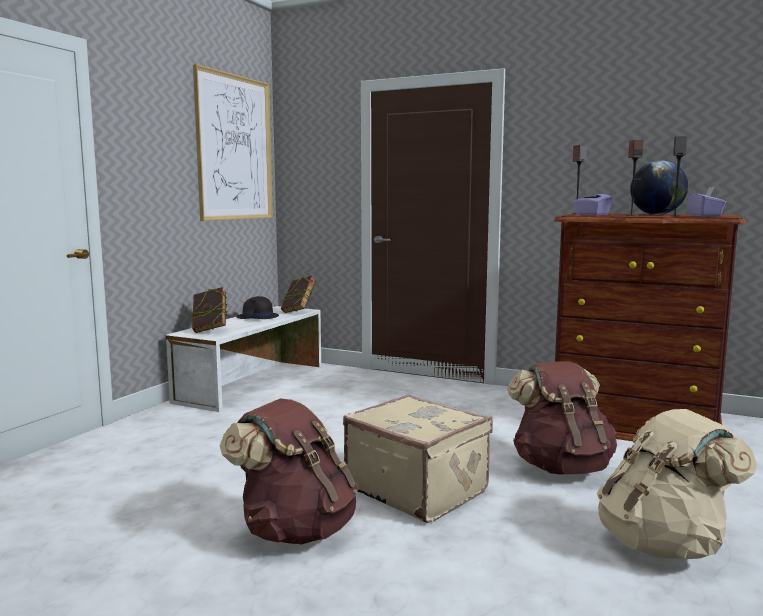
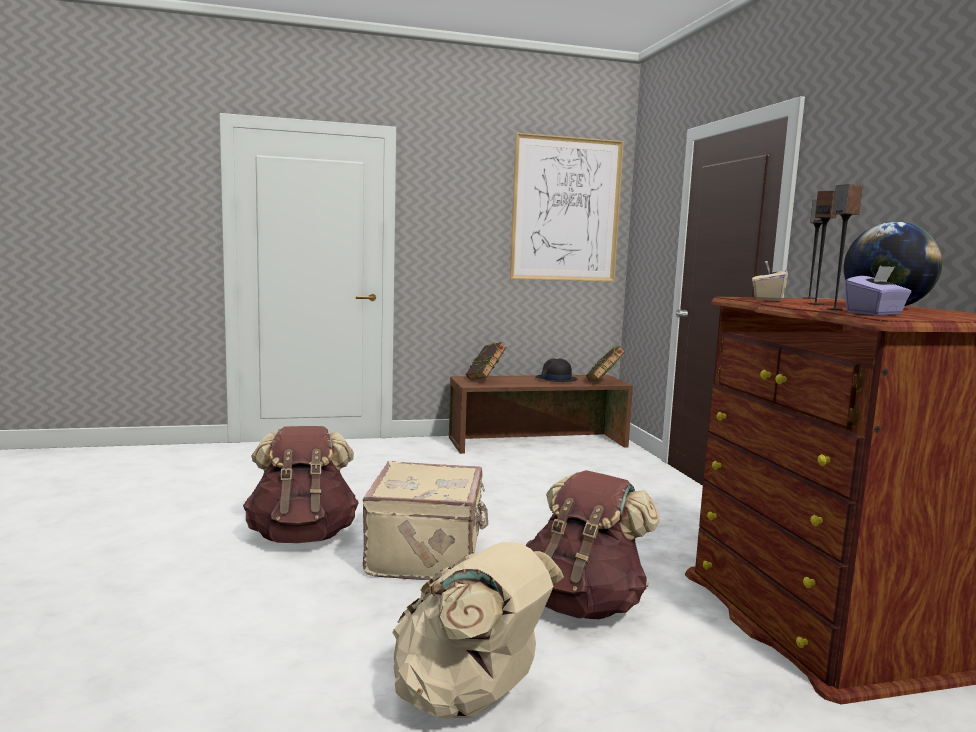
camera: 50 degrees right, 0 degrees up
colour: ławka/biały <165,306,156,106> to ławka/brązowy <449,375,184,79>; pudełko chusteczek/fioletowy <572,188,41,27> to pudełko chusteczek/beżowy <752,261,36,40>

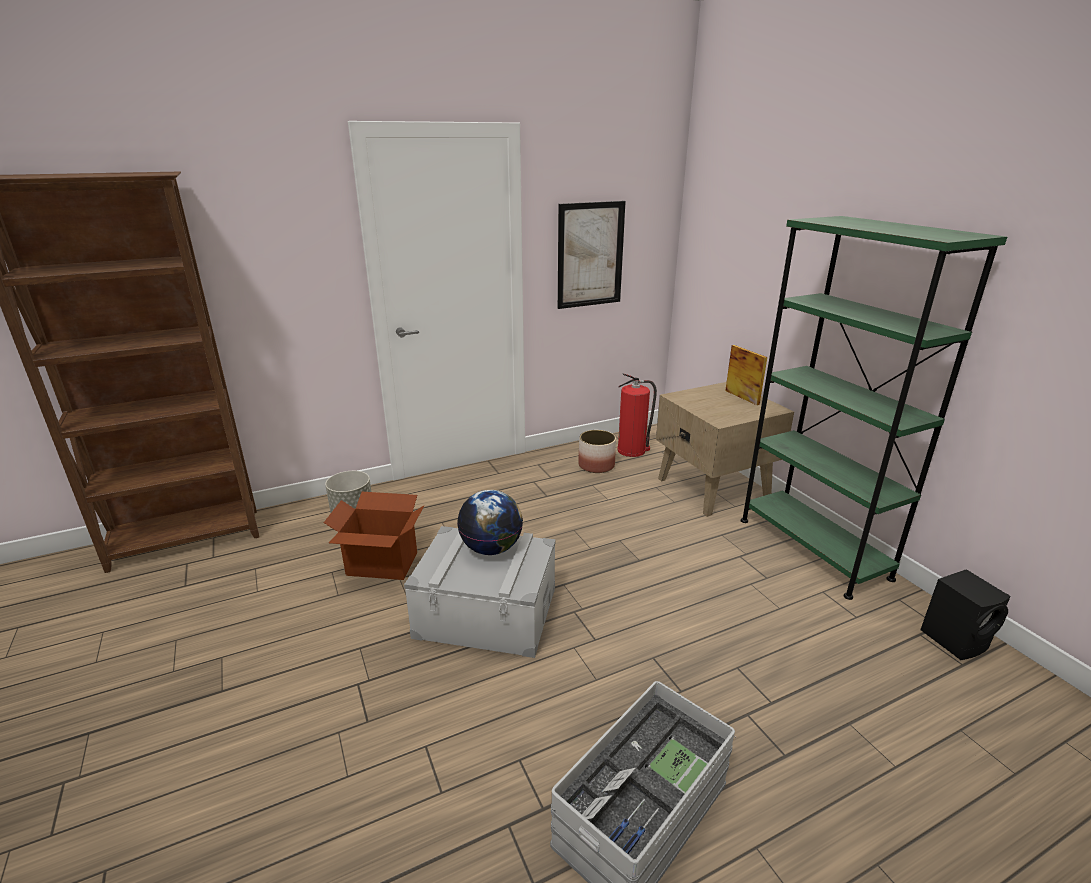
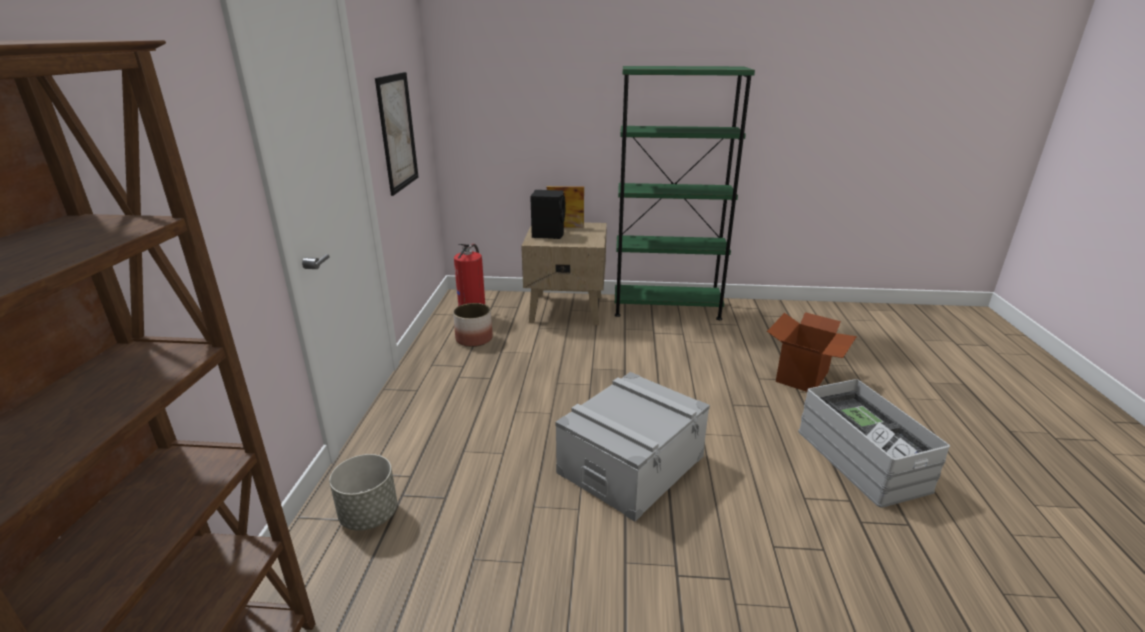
camera: 60 degrees left, 0 degrees up
missing: globus <457,490,66,65>
relocated: głośnik/czarny <920,569,91,91> to <530,190,35,49>; karton <324,492,101,88> to <767,312,90,80>

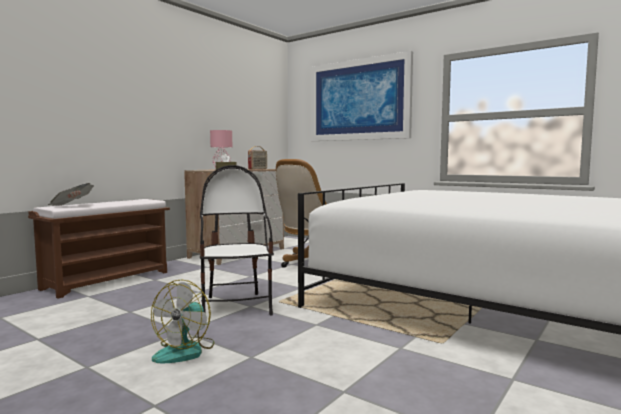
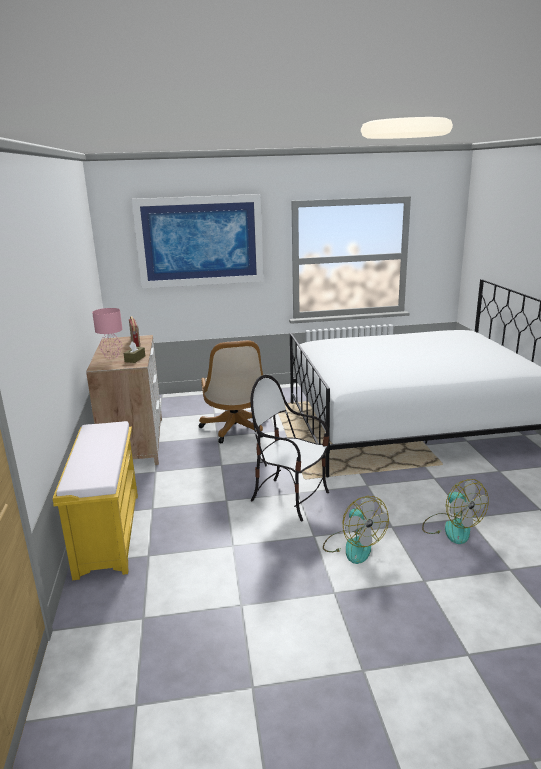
camera: 45 degrees left, 15 degrees up
missing: gazeta <48,183,46,23>
appeared: wentylator <422,479,67,65>
colour: ławka/brązowy <28,199,142,99> to ławka/żółty <52,421,86,159>

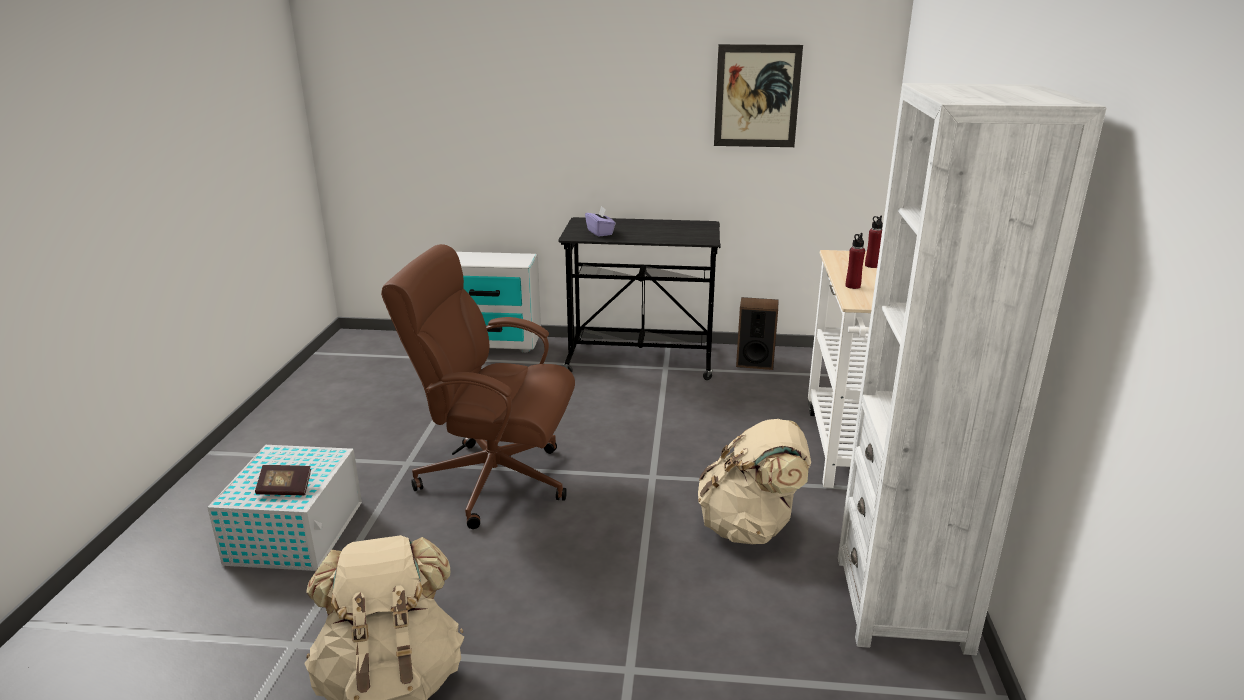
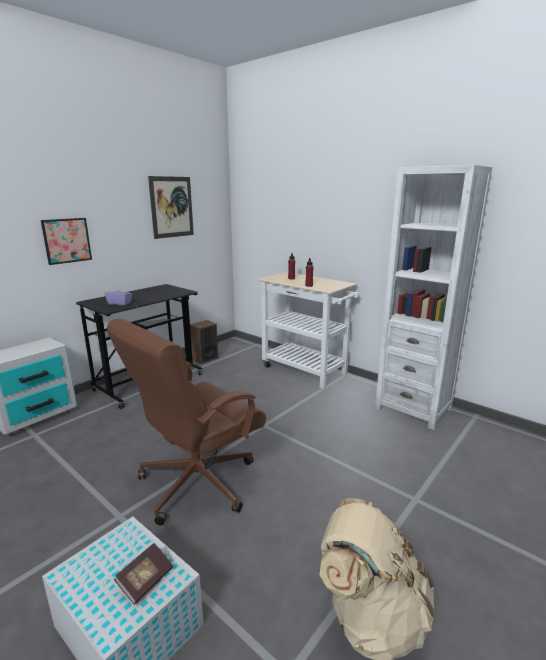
camera: 55 degrees left, 5 degrees down
missing: plecak/beżowy <698,419,113,125>
appeared: obraz <41,218,51,47>

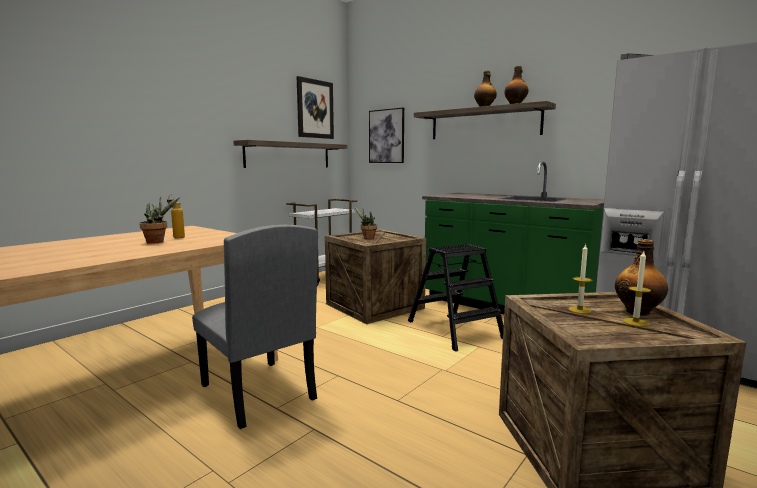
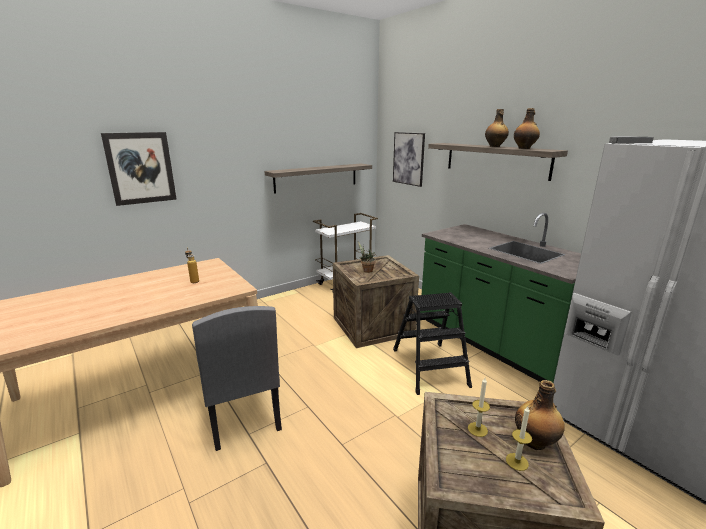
camera: 15 degrees right, 10 degrees up
missing: roślina doniczkowa <139,196,41,48>
relocated: obraz <297,76,37,63> to <101,132,76,74>

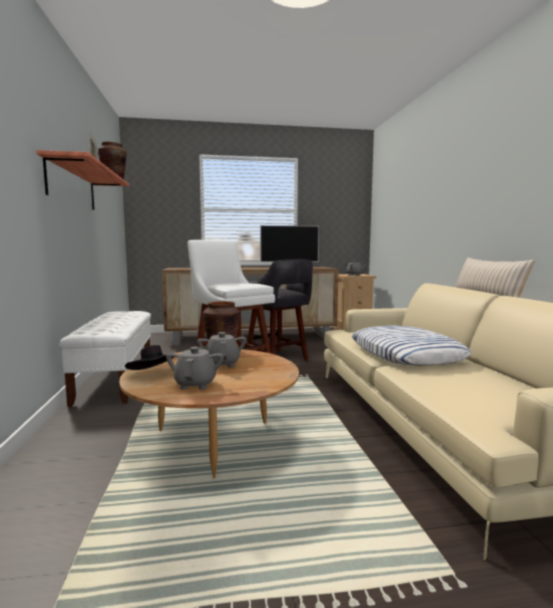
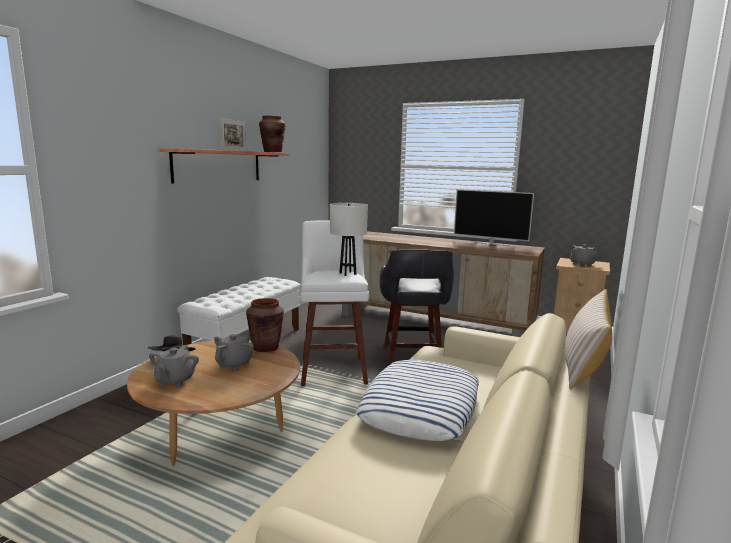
camera: 35 degrees right, 5 degrees up
appeared: lampa stołowa/biały <330,203,38,73>
spun: imbryk/szary <166,347,58,42> = <149,345,50,42> 150 degrees clockwise

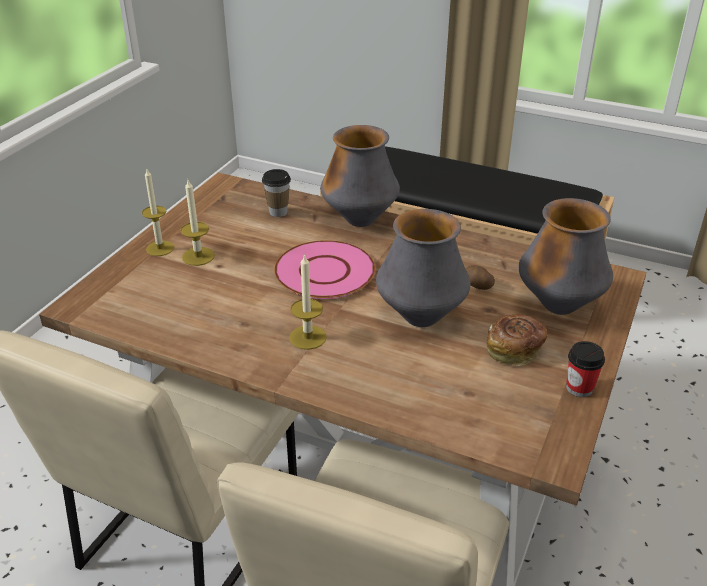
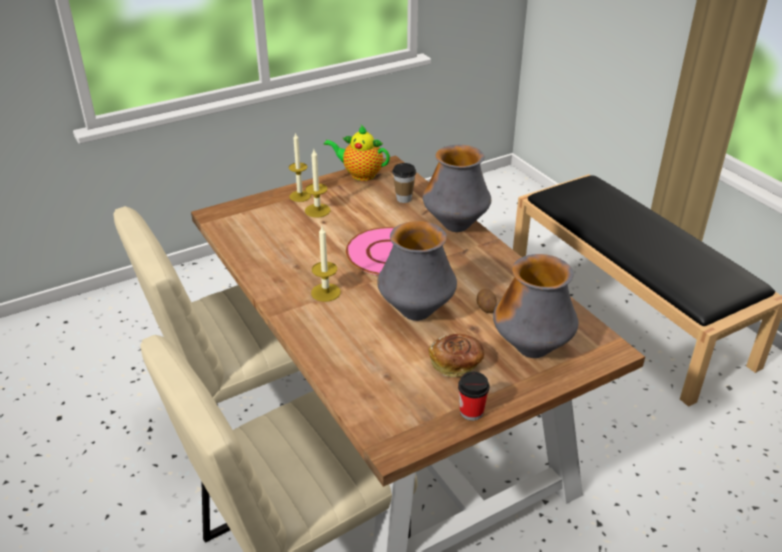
camera: 35 degrees right, 0 degrees up
appeared: imbryk <324,125,66,56>

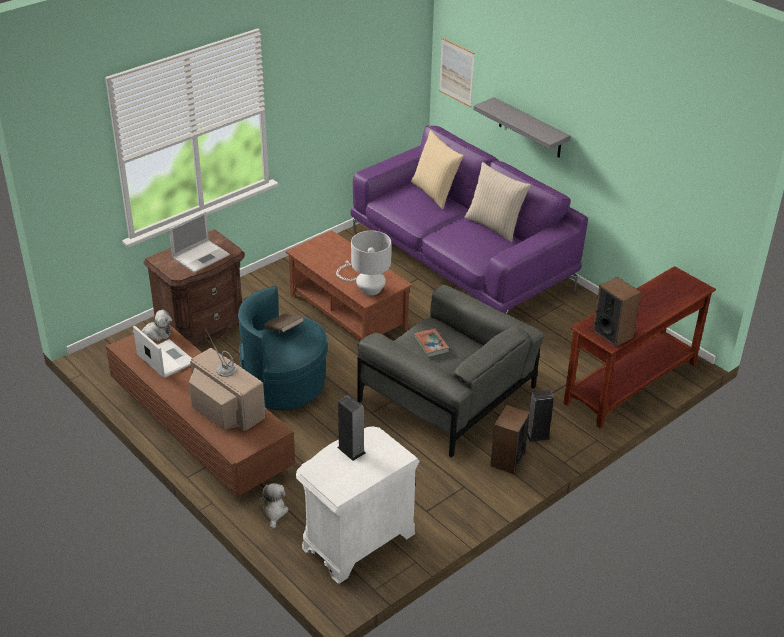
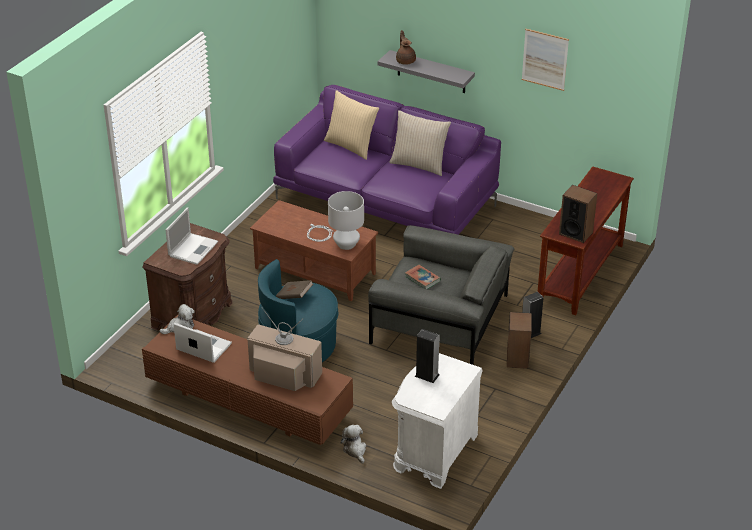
camera: 20 degrees left, 0 degrees up
appeared: imbryk/brązowy <396,30,20,35>
relocated: obraz <439,38,36,69> to <522,29,47,62>

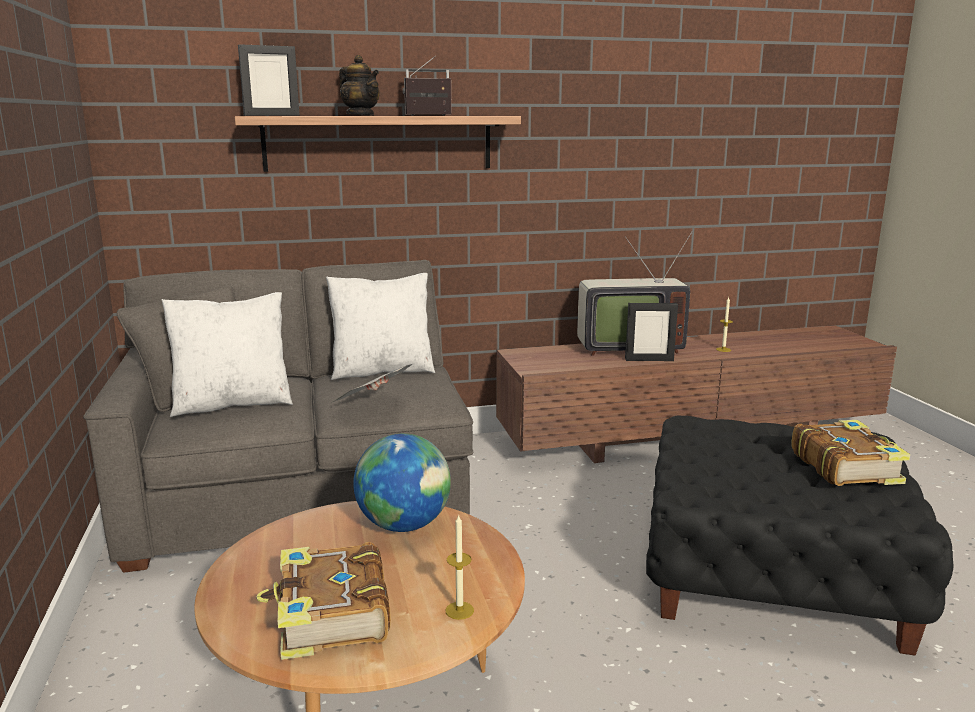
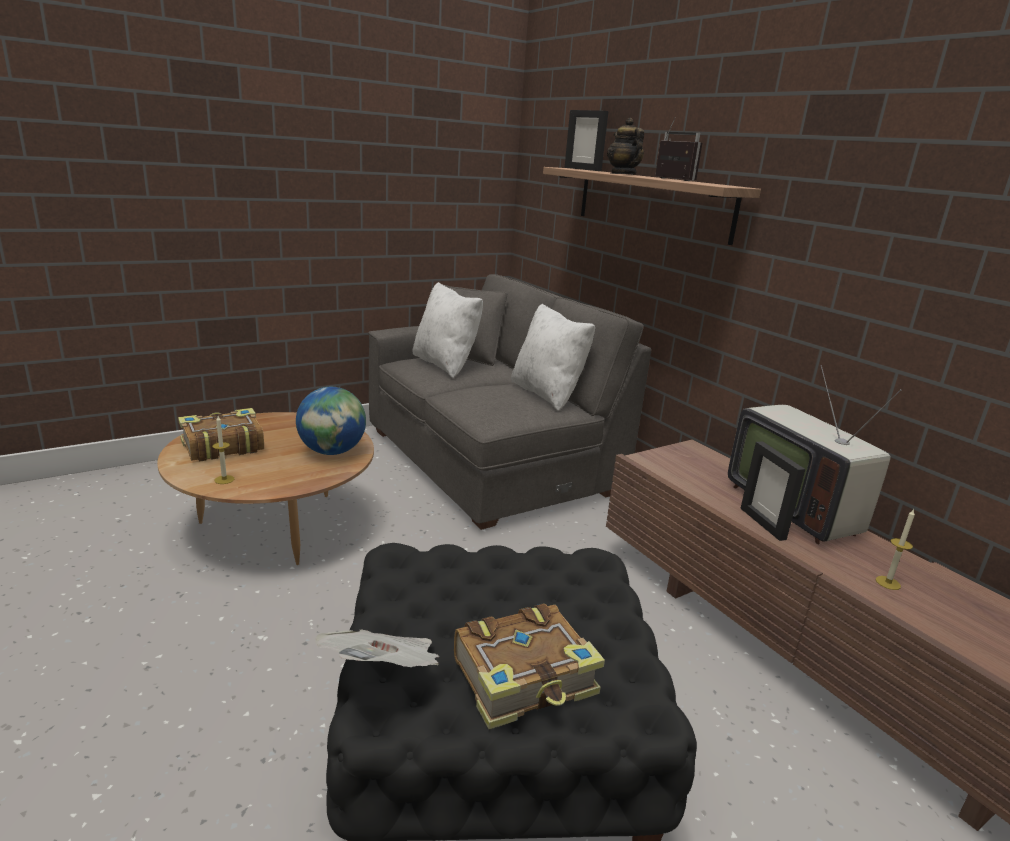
camera: 70 degrees right, 5 degrees up
relocated: gazeta <331,364,81,39> to <316,629,123,38>
spun: imbryk <339,55,41,61> = <607,118,37,56> 135 degrees clockwise

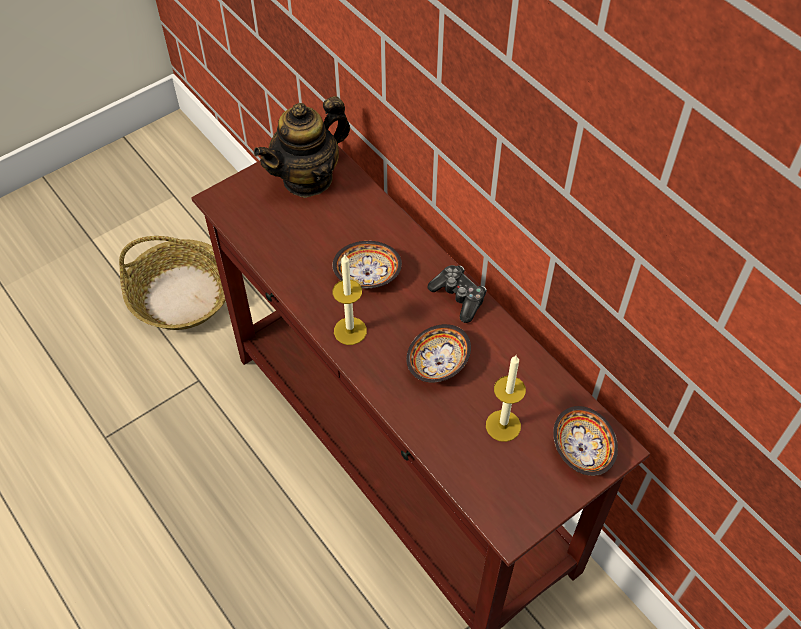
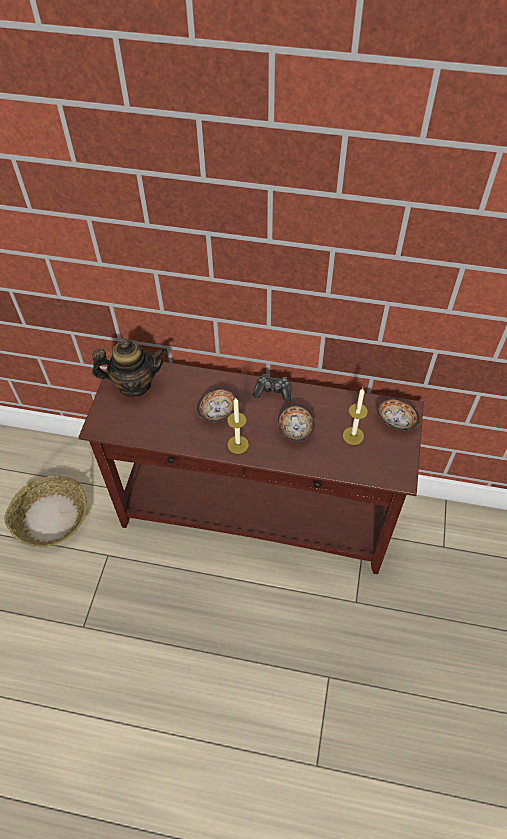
camera: 40 degrees left, 0 degrees up
spun: imbryk <254,96,96,102> = <92,339,74,58> 105 degrees counterclockwise

